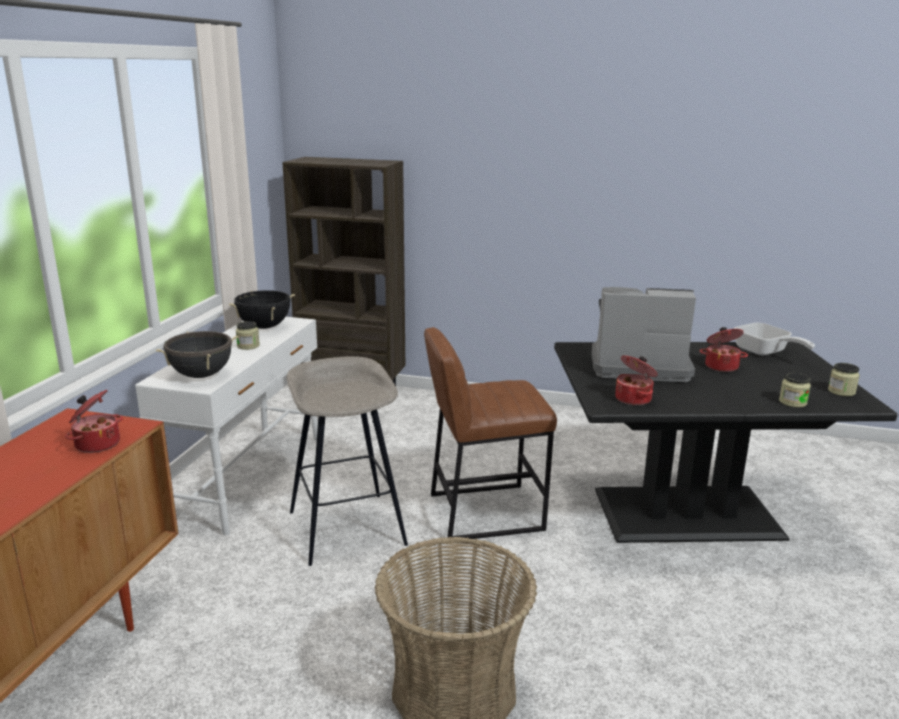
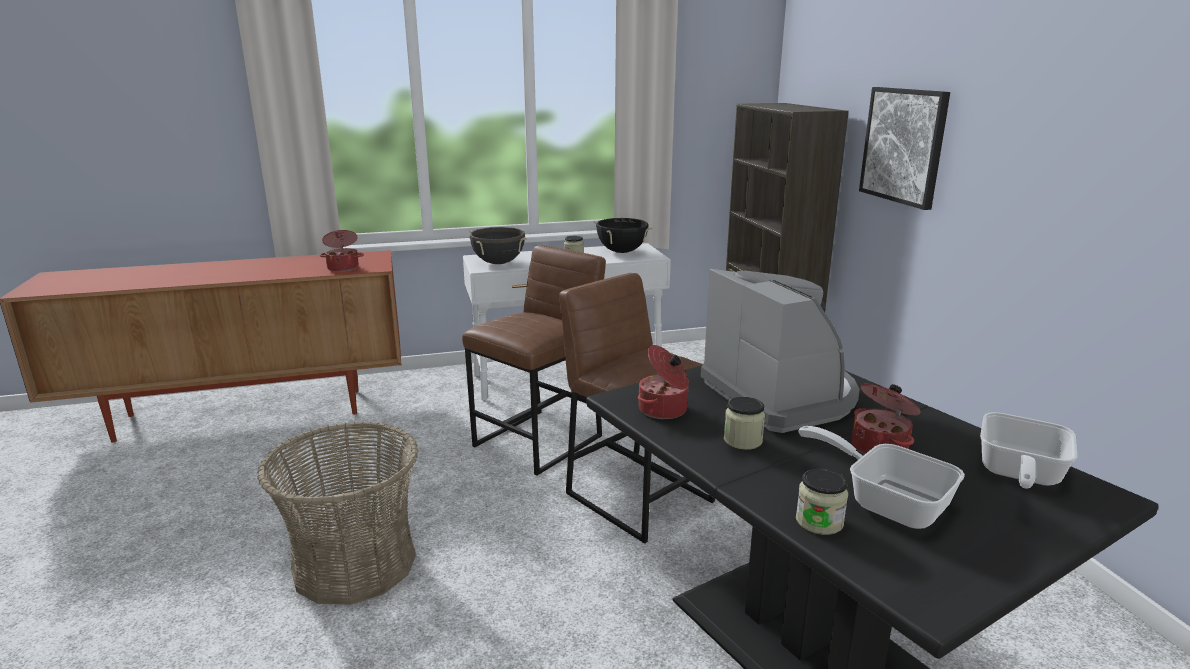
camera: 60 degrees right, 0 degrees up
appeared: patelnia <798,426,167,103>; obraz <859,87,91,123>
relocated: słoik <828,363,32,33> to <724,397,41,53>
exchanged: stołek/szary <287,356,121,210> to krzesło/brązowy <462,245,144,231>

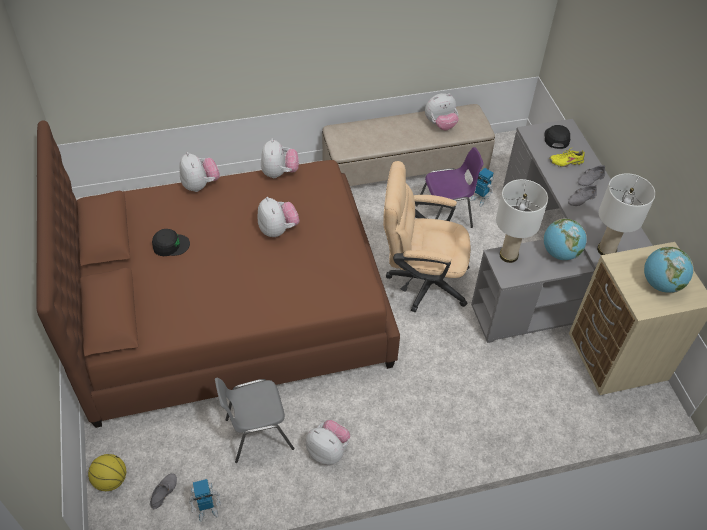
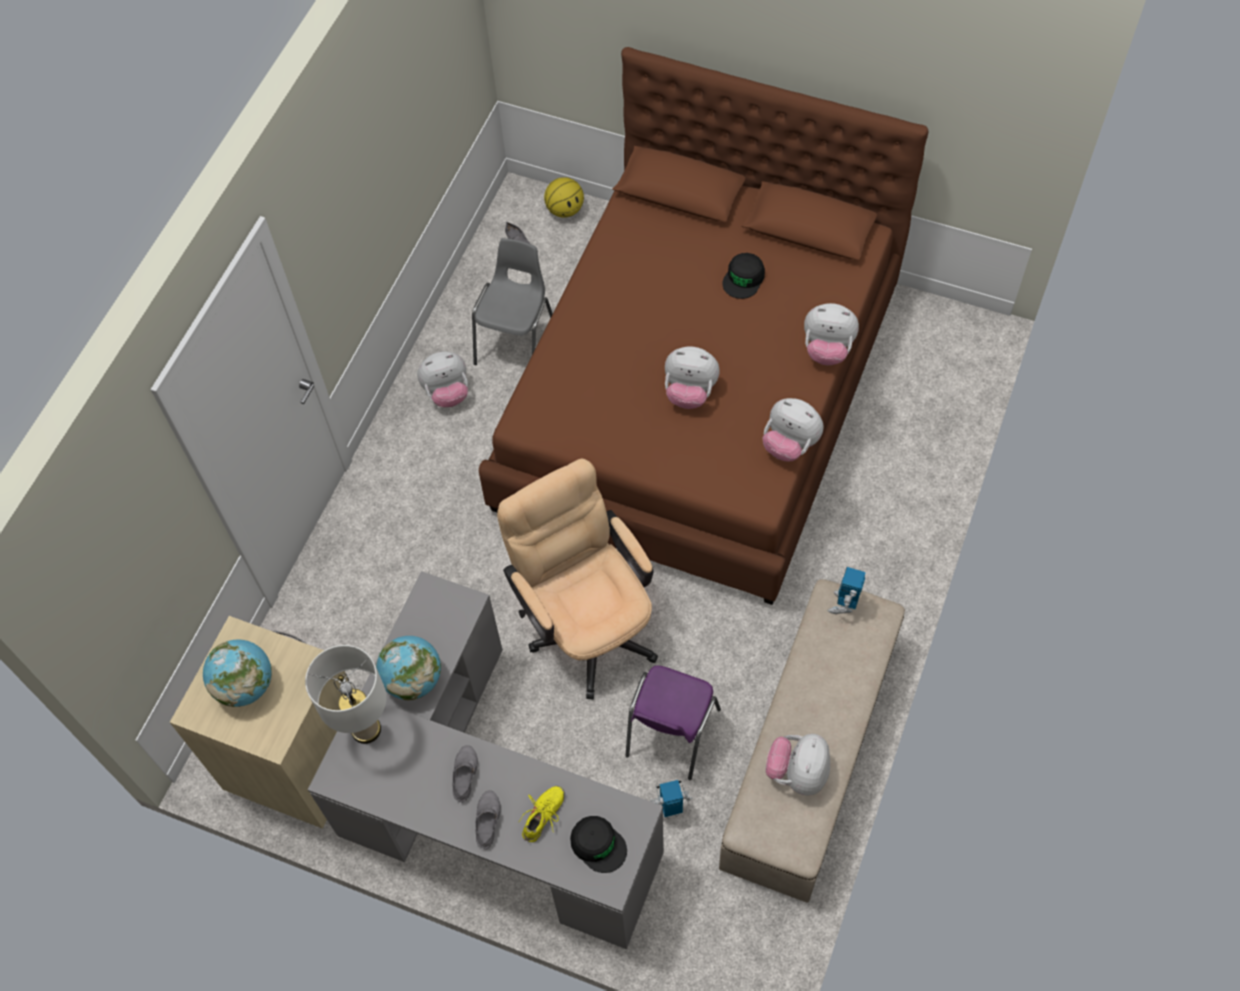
camera: 130 degrees right, 10 degrees up
missing: lampa stołowa/biały <496,179,52,84>
relocated: robot zabawkowy <189,479,32,43> to <828,567,38,47>
spun: krzesło biurowe/beżowy <383,161,87,152> = <497,459,161,241> 75 degrees counterclockwise

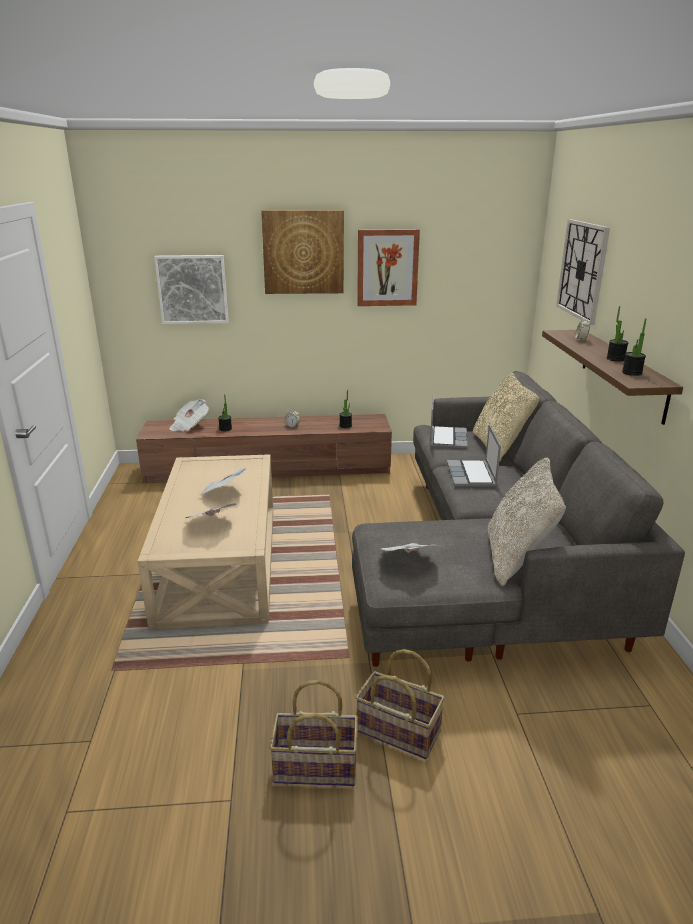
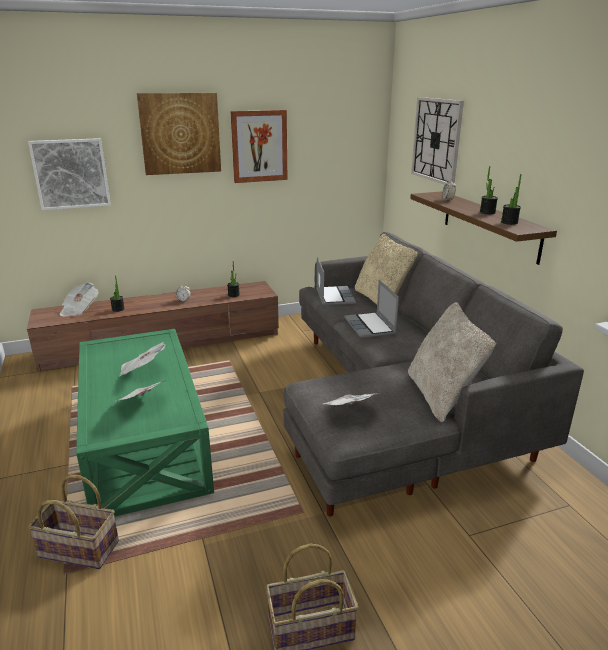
camera: 15 degrees left, 0 degrees up
relocated: koszyk <355,649,90,110> to <28,475,91,94>
colour: ława/beżowy <138,454,135,176> to ława/zielony <76,329,138,188>

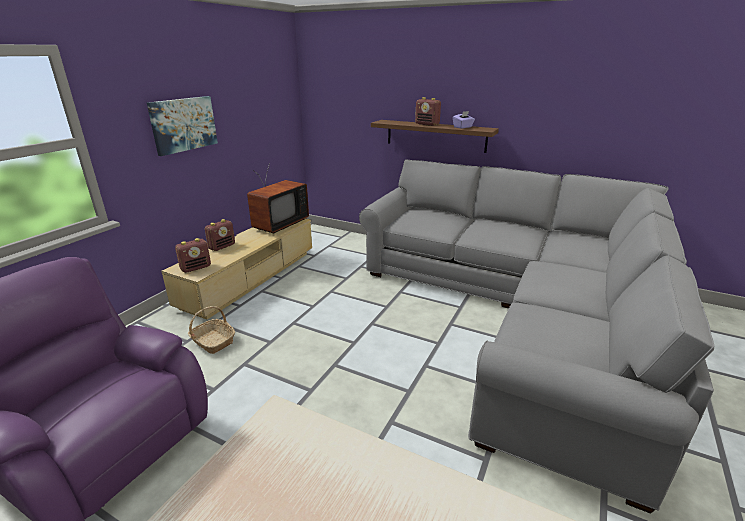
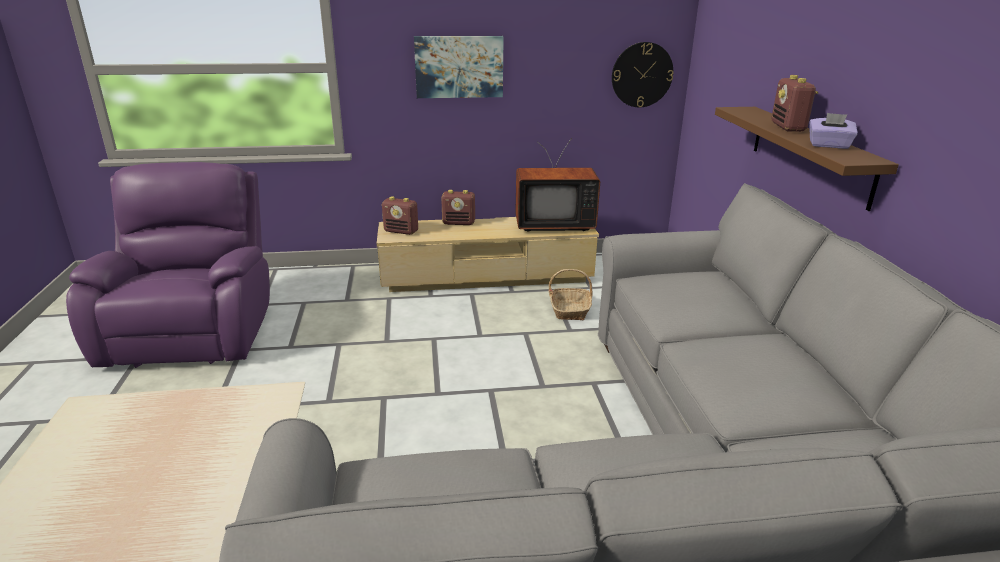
camera: 55 degrees right, 0 degrees up
appeared: zegar ścienny <612,42,62,65>
relocated: koszyk <188,306,47,48> to <549,269,44,51>

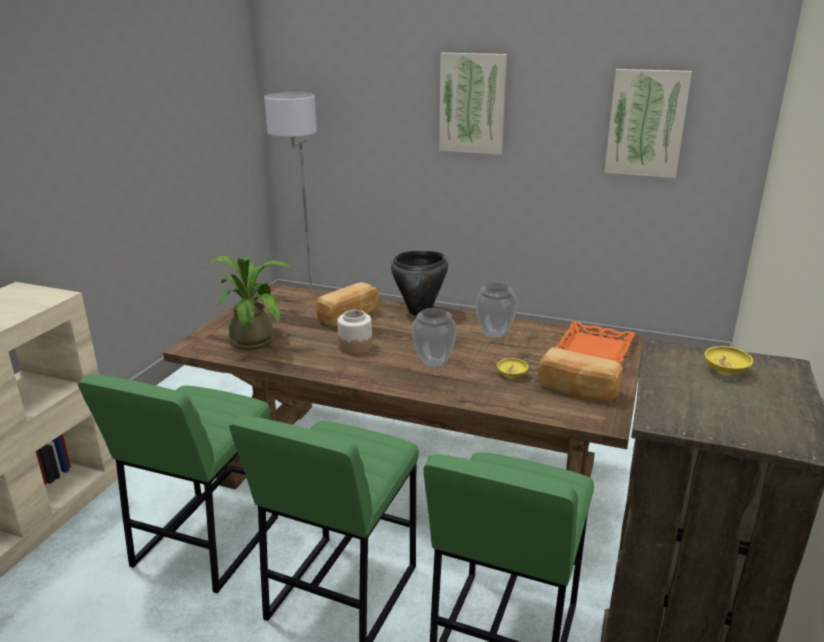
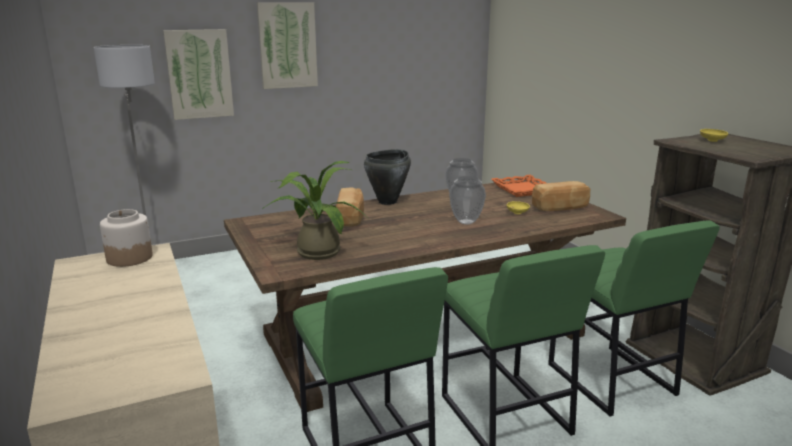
camera: 45 degrees left, 5 degrees down
relocated: słoik <337,310,35,45> to <100,209,53,58>; obraz <604,69,88,109> to <163,29,71,91>

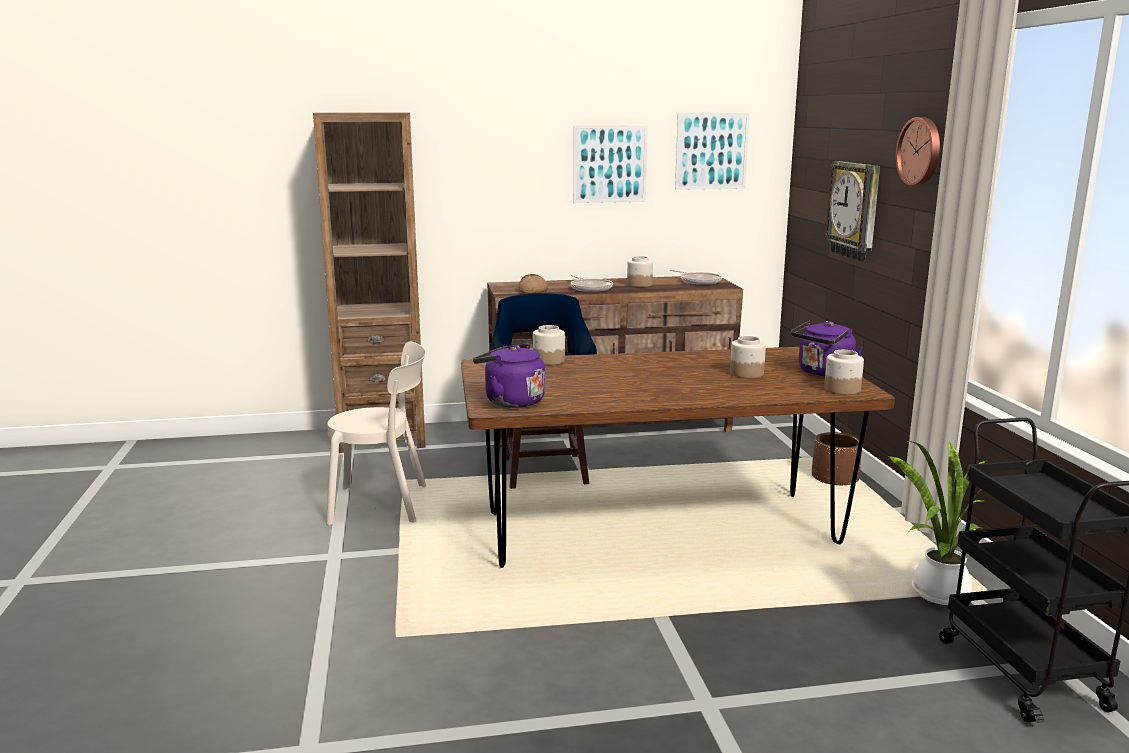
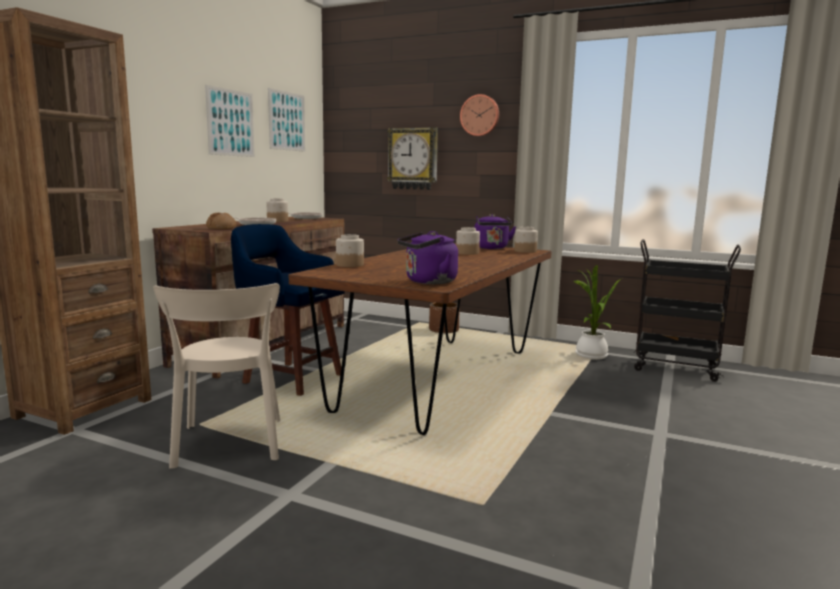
camera: 55 degrees left, 5 degrees down
spun: krzesło/beżowy <326,341,100,184> = <153,283,127,186> 135 degrees clockwise

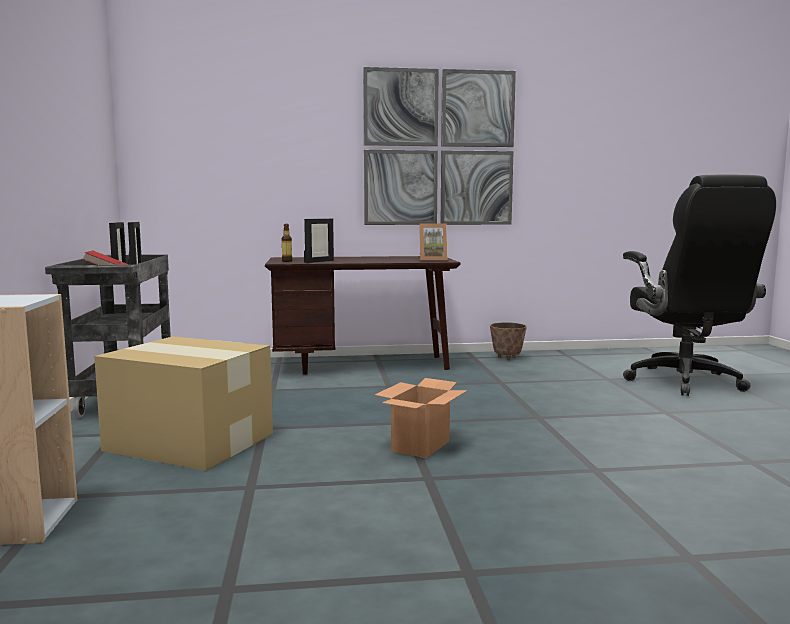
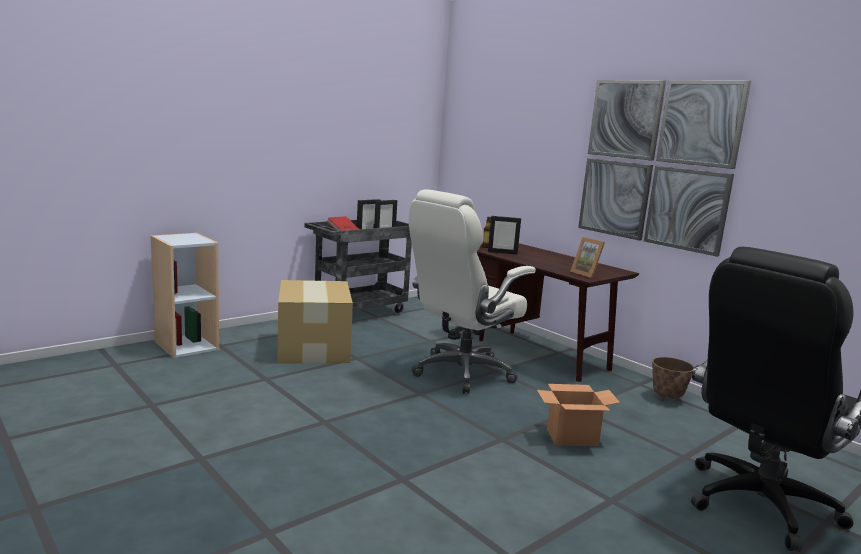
camera: 55 degrees right, 5 degrees up
appeared: krzesło biurowe/biały <408,190,128,204>
relocated: karton <375,378,92,80> to <537,384,83,62>

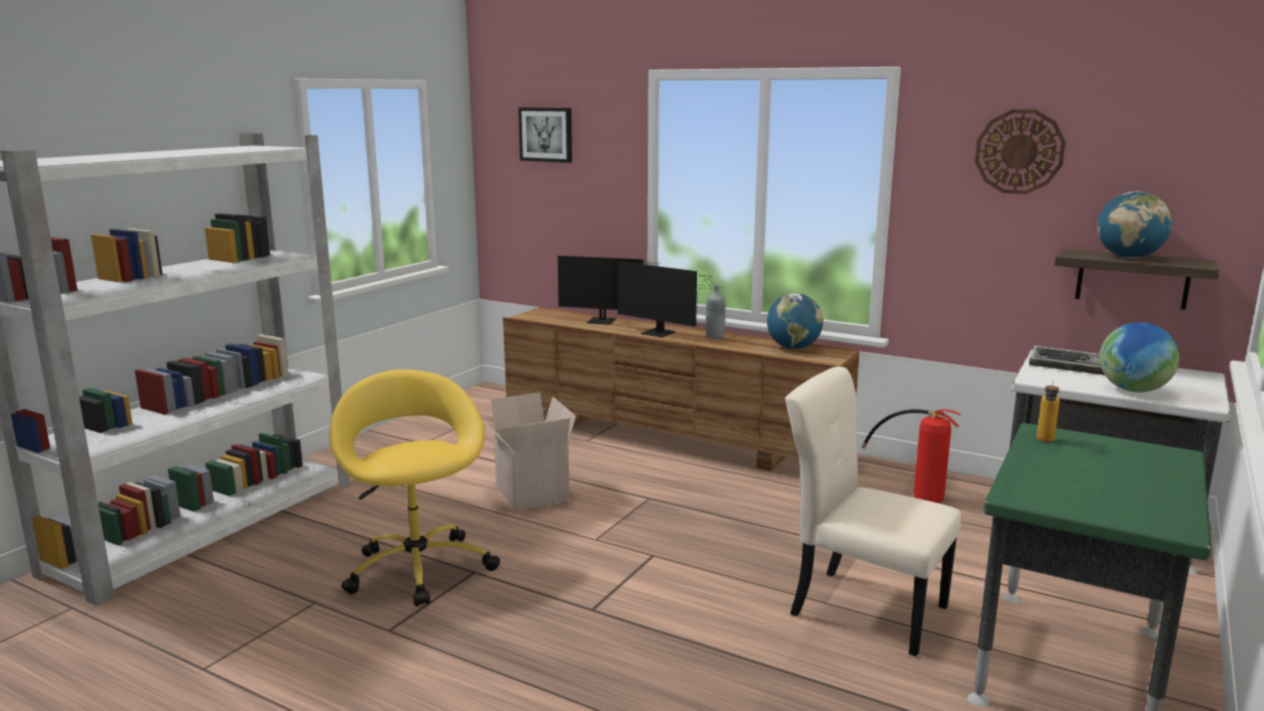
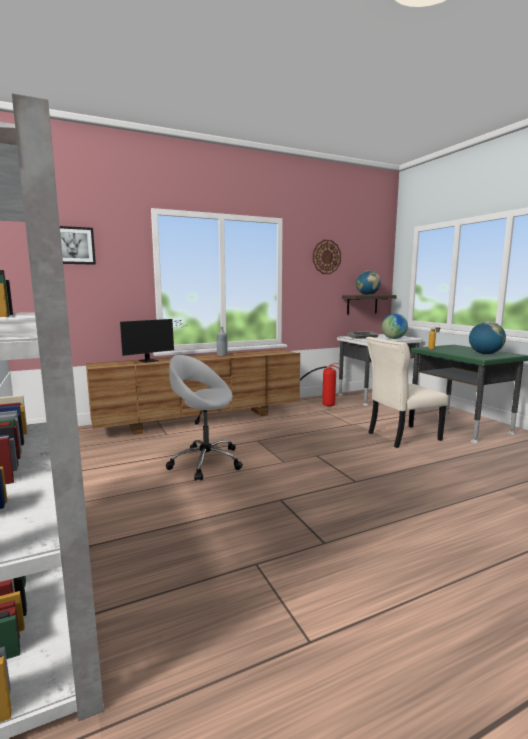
camera: 55 degrees left, 5 degrees down
missing: krzesło biurowe/żółty <329,369,171,237>; monitor <618,261,106,77>
relocated: globus <767,293,56,56> to <469,322,37,32>
exchanged: karton <482,392,94,119> to krzesło biurowe/biały <166,355,77,126>

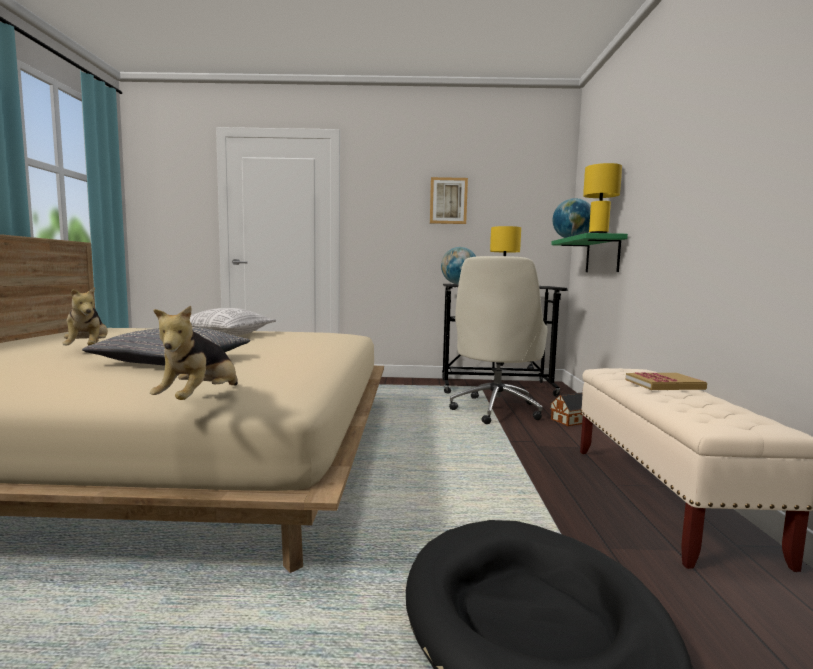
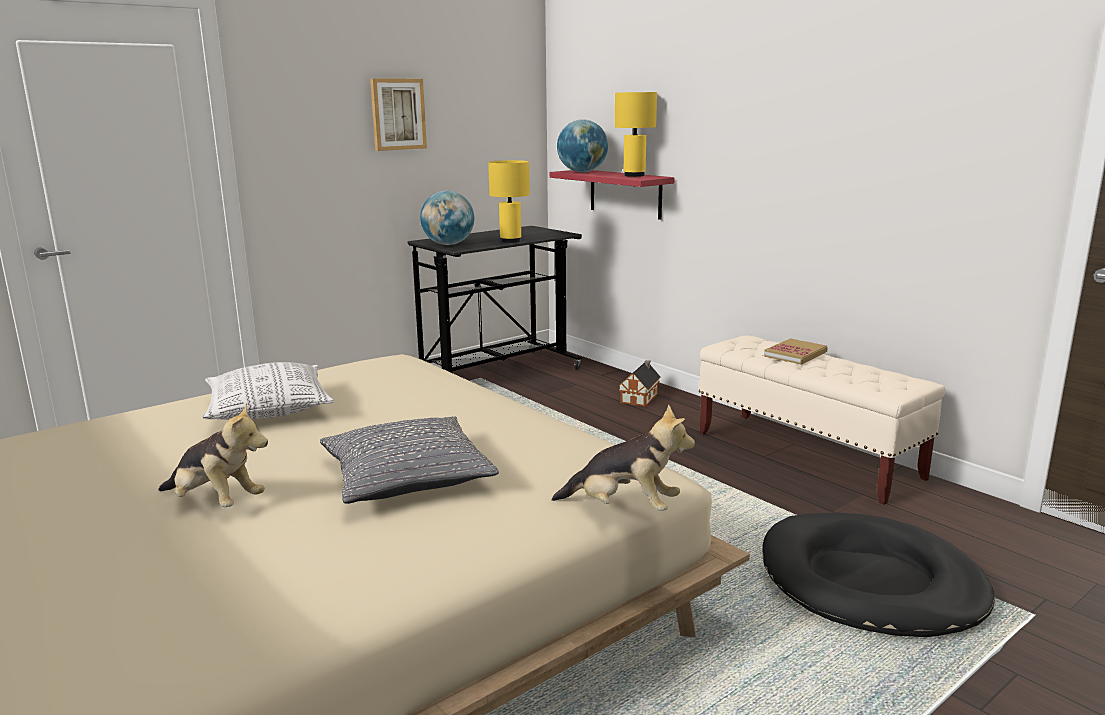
camera: 40 degrees left, 10 degrees up
missing: krzesło biurowe/beżowy <449,256,99,168>
colour: półka/zielony <551,233,77,39> to półka/czerwony <550,170,125,50>
spun: pluszak <150,306,88,94> = <551,404,144,107> 45 degrees counterclockwise

